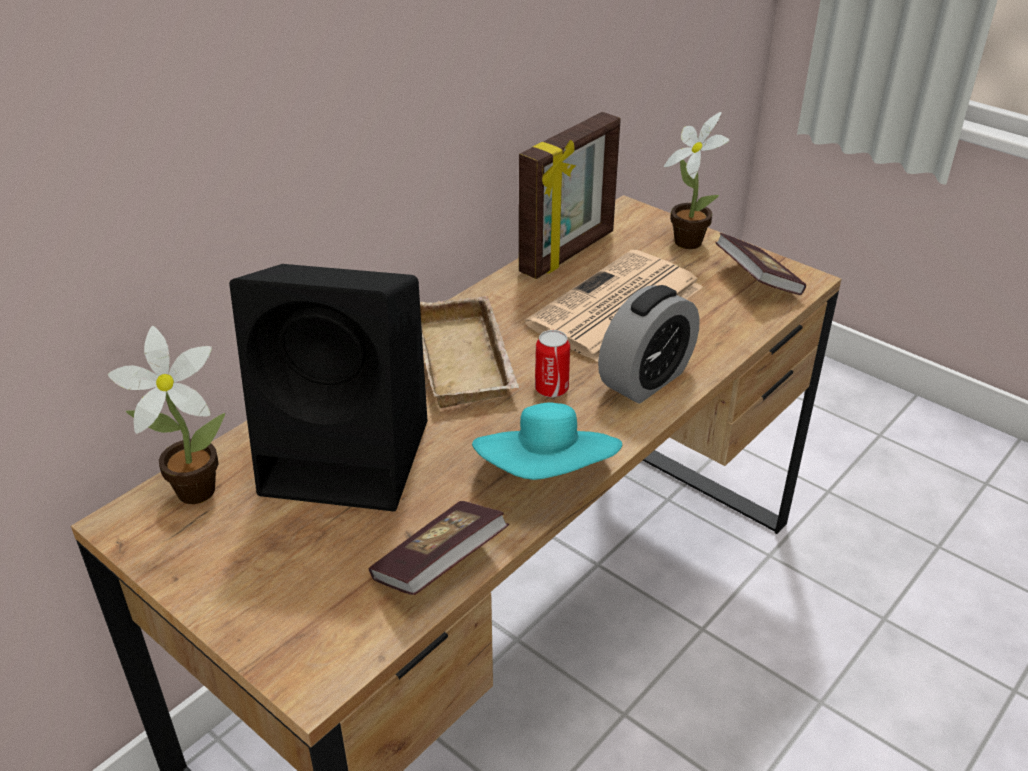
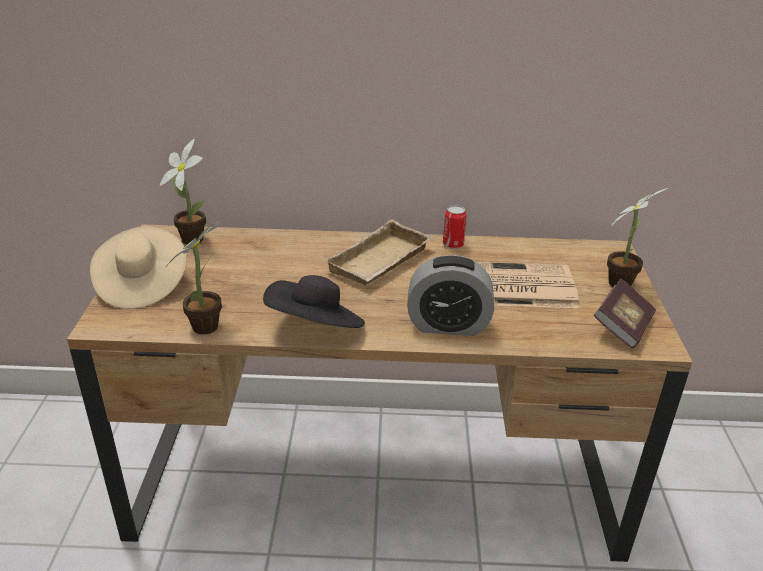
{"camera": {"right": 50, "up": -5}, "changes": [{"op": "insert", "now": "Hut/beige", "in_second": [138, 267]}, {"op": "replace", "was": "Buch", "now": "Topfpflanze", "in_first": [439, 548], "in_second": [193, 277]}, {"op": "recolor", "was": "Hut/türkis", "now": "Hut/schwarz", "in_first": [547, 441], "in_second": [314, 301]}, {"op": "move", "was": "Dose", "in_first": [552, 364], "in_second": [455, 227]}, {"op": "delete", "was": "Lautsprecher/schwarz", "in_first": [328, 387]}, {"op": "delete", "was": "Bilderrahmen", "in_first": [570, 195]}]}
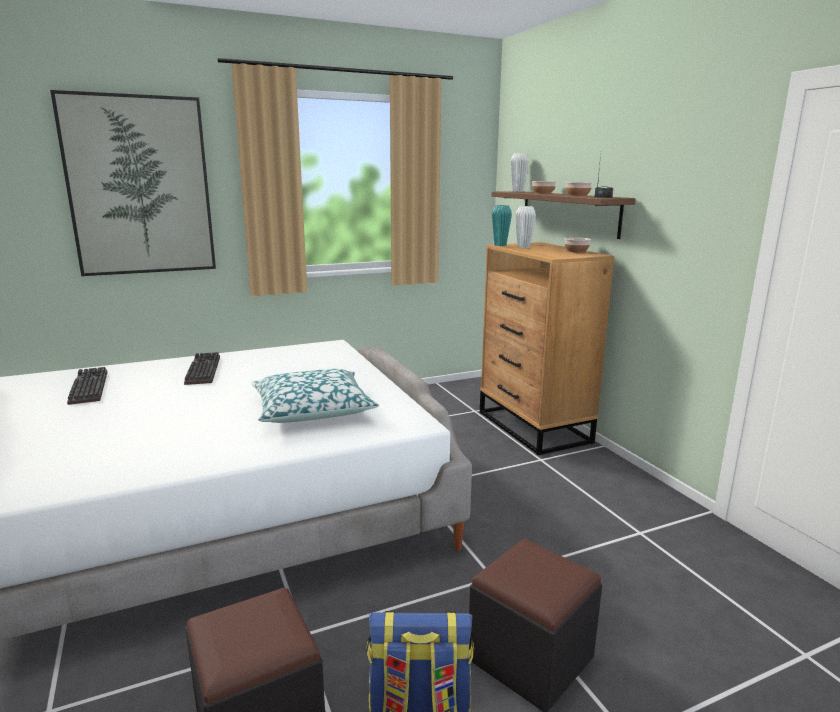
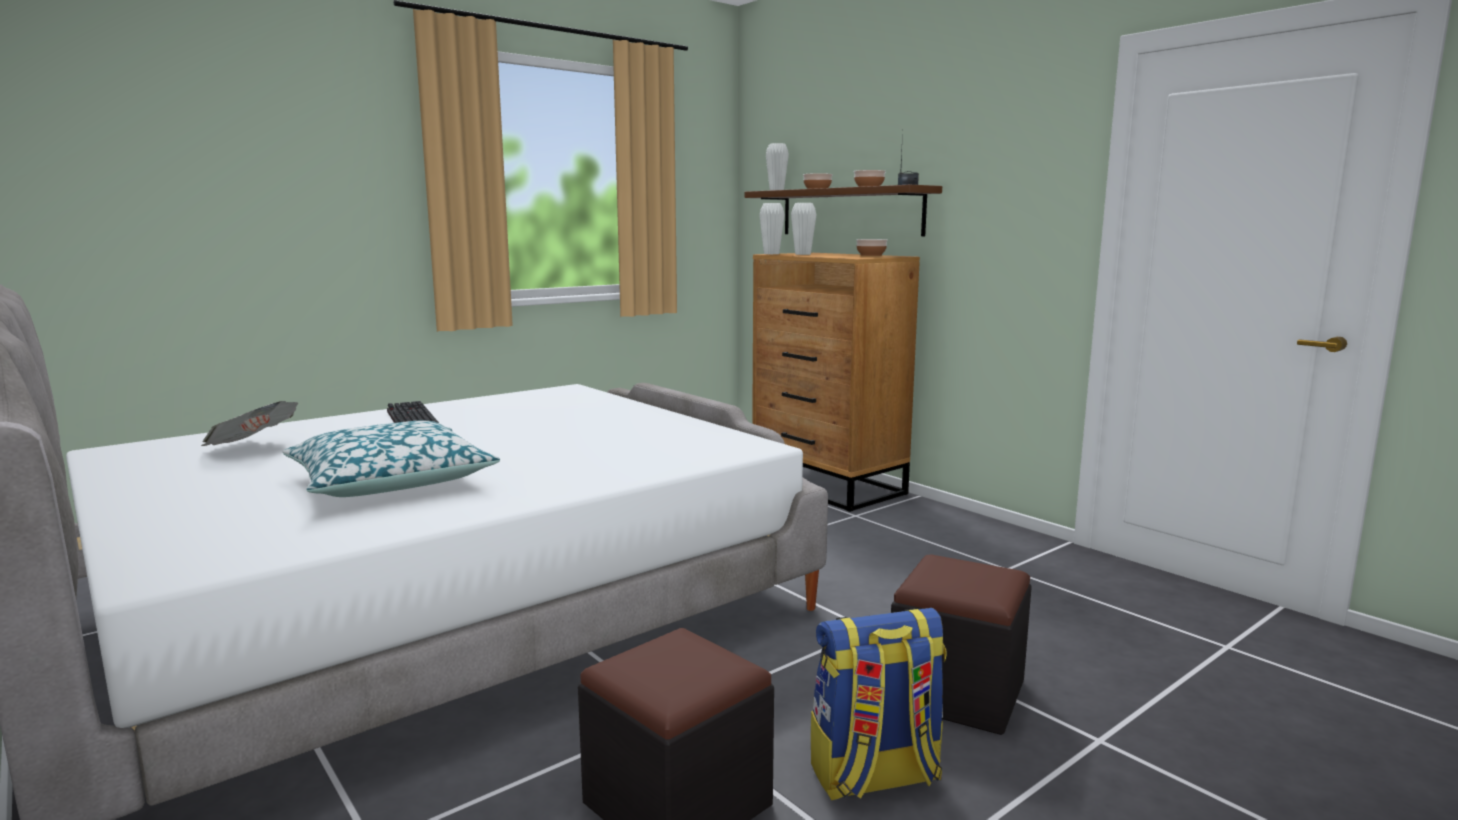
{"camera": {"right": -15, "up": -5}, "changes": [{"op": "replace", "was": "Tastatur", "now": "Zeitung", "in_first": [87, 386], "in_second": [249, 423]}, {"op": "move", "was": "Kissen", "in_first": [315, 396], "in_second": [391, 459]}, {"op": "recolor", "was": "Vase/türkis", "now": "Vase/weiß", "in_first": [502, 225], "in_second": [772, 228]}, {"op": "delete", "was": "Bild", "in_first": [133, 183]}]}
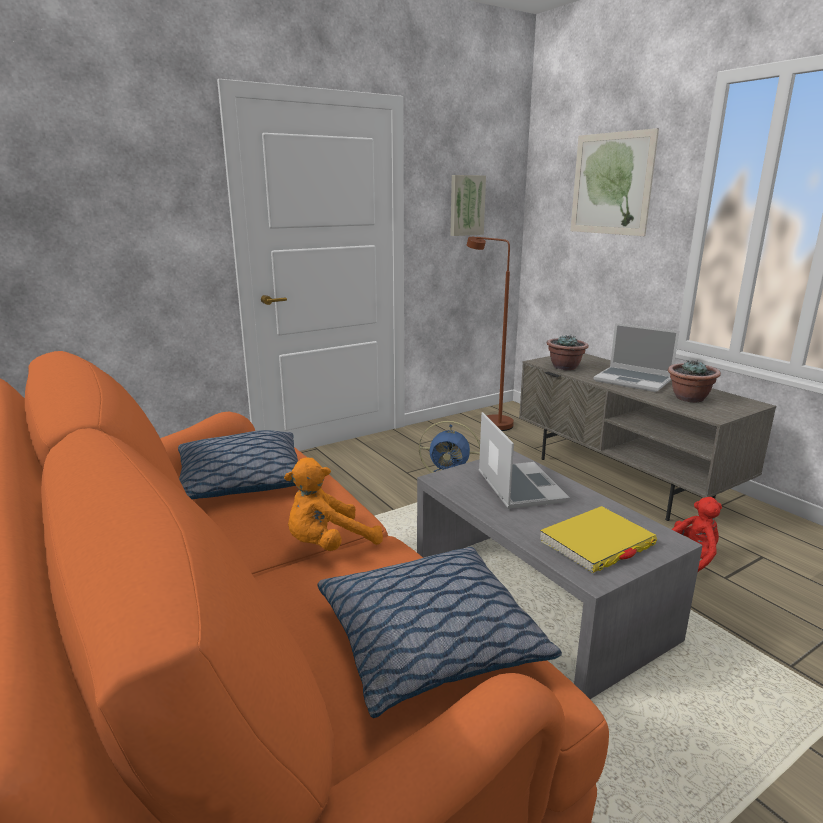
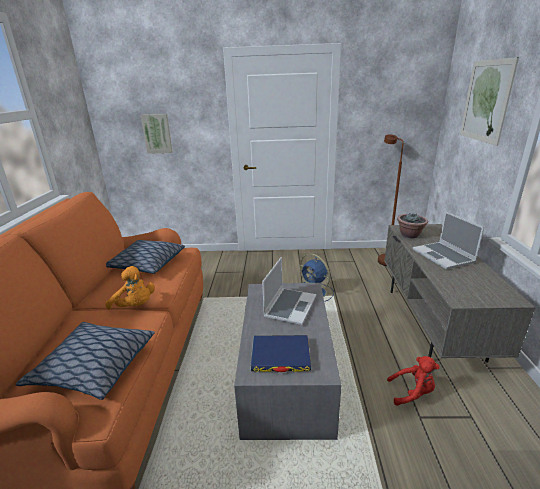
{"camera": {"right": 35, "up": 5}, "changes": [{"op": "rotate", "was": "Plüschtier/orange", "in_first": [333, 504], "in_second": [130, 287], "clockwise": -150}, {"op": "move", "was": "Bild", "in_first": [468, 205], "in_second": [157, 134]}, {"op": "recolor", "was": "Buch/gelb", "now": "Buch/blau", "in_first": [598, 539], "in_second": [281, 353]}, {"op": "delete", "was": "Topfpflanze", "in_first": [694, 381]}]}
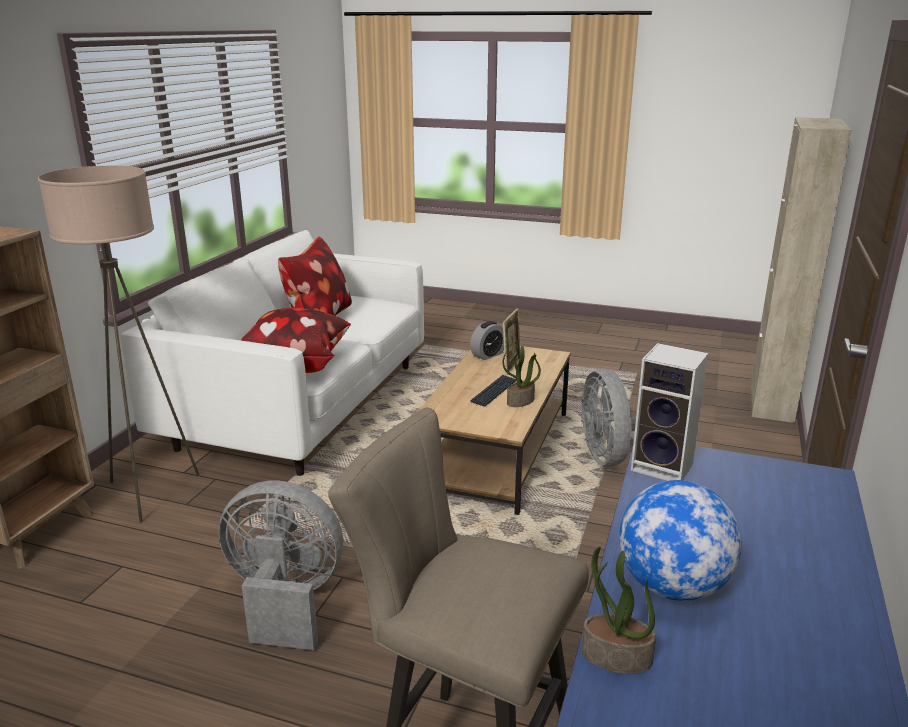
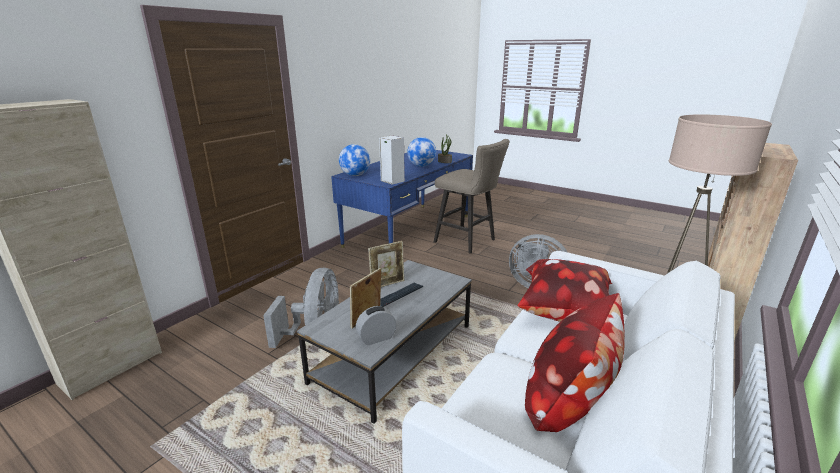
{"camera": {"right": -165, "up": 0}, "changes": [{"op": "recolor", "was": "Couchtisch/braun", "now": "Couchtisch/grau", "in_first": [494, 430], "in_second": [384, 342]}, {"op": "insert", "now": "Globus", "in_second": [354, 160]}, {"op": "replace", "was": "Topfpflanze", "now": "Bilderrahmen", "in_first": [521, 376], "in_second": [386, 264]}]}
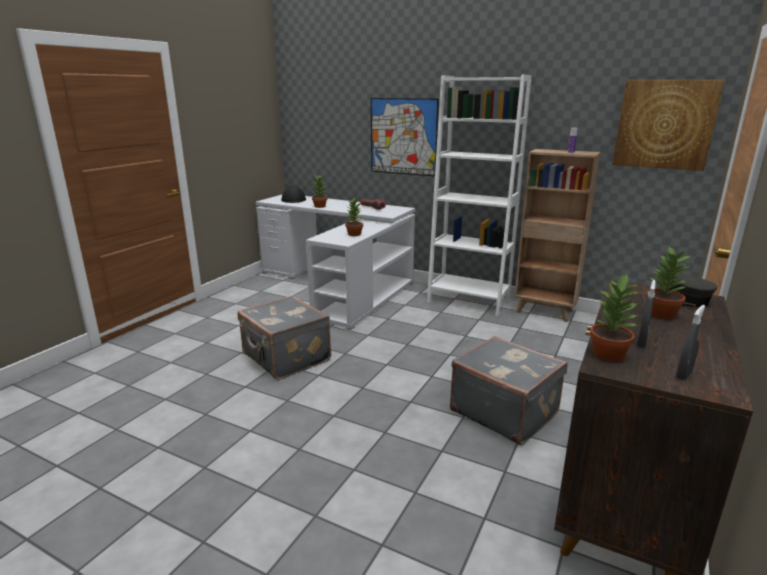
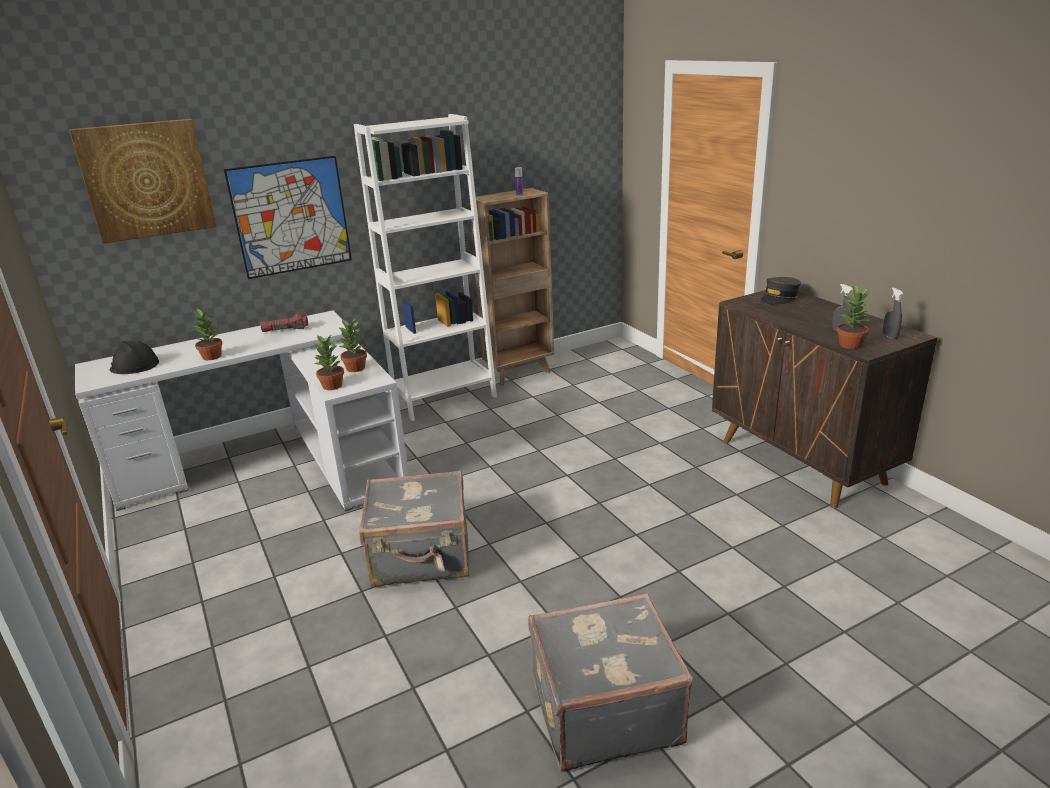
{"camera": {"right": -55, "up": 5}, "changes": [{"op": "move", "was": "Bild", "in_first": [668, 125], "in_second": [142, 181]}, {"op": "move", "was": "Topfpflanze", "in_first": [668, 282], "in_second": [328, 362]}, {"op": "move", "was": "Koffer/grau", "in_first": [509, 390], "in_second": [610, 682]}]}
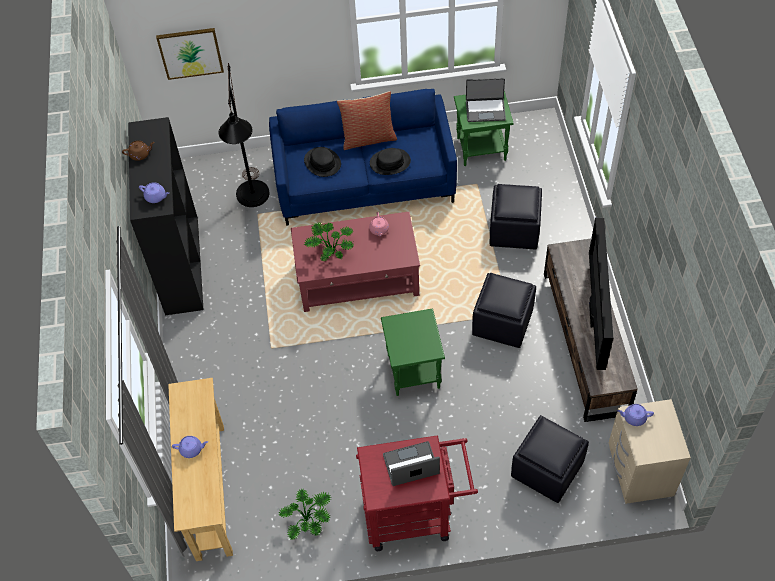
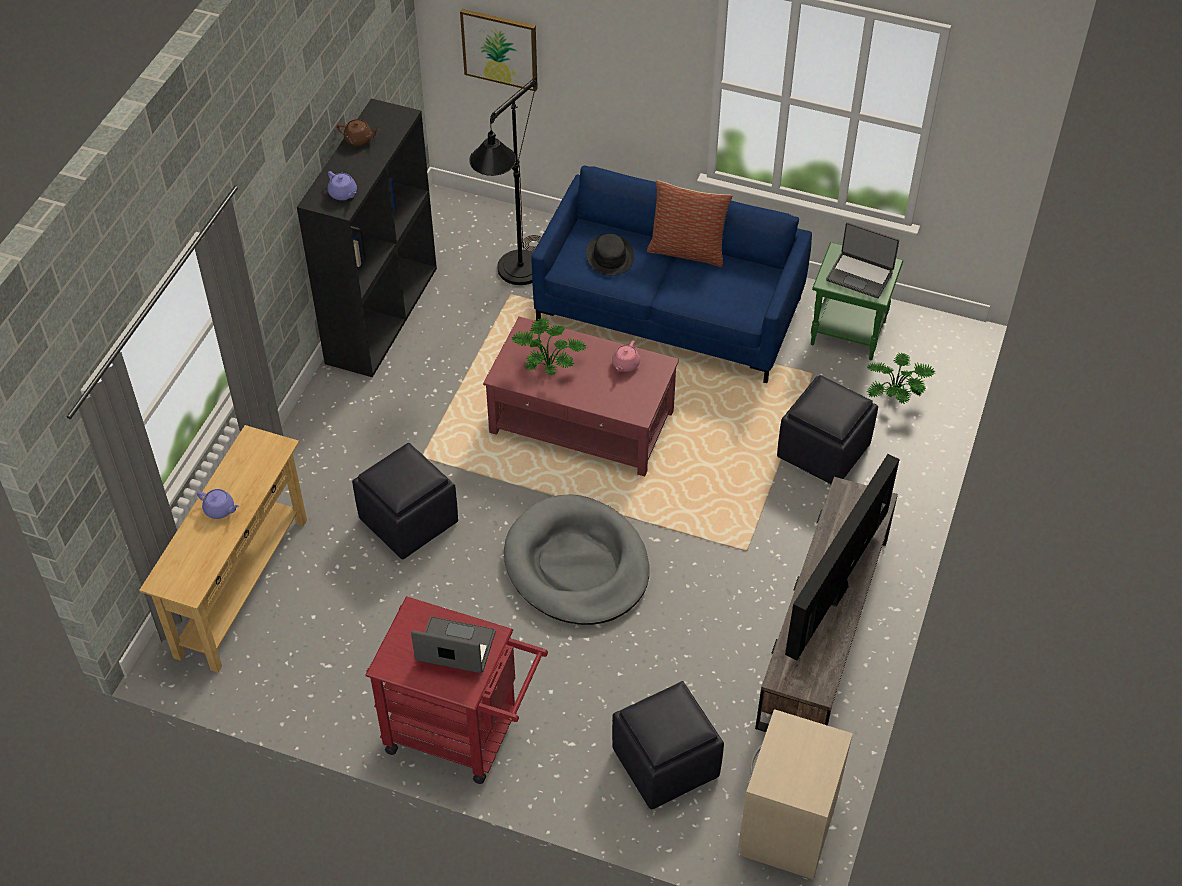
{"camera": {"right": 25, "up": -5}, "changes": [{"op": "move", "was": "Polsterhocker/schwarz", "in_first": [504, 310], "in_second": [405, 501]}, {"op": "replace", "was": "Beistelltisch/grün", "now": "Hundebett/grau", "in_first": [413, 352], "in_second": [576, 559]}, {"op": "move", "was": "Topfpflanze", "in_first": [305, 514], "in_second": [901, 378]}, {"op": "delete", "was": "Hut/schwarz", "in_first": [390, 161]}, {"op": "delete", "was": "Teekanne/lila", "in_first": [635, 415]}]}
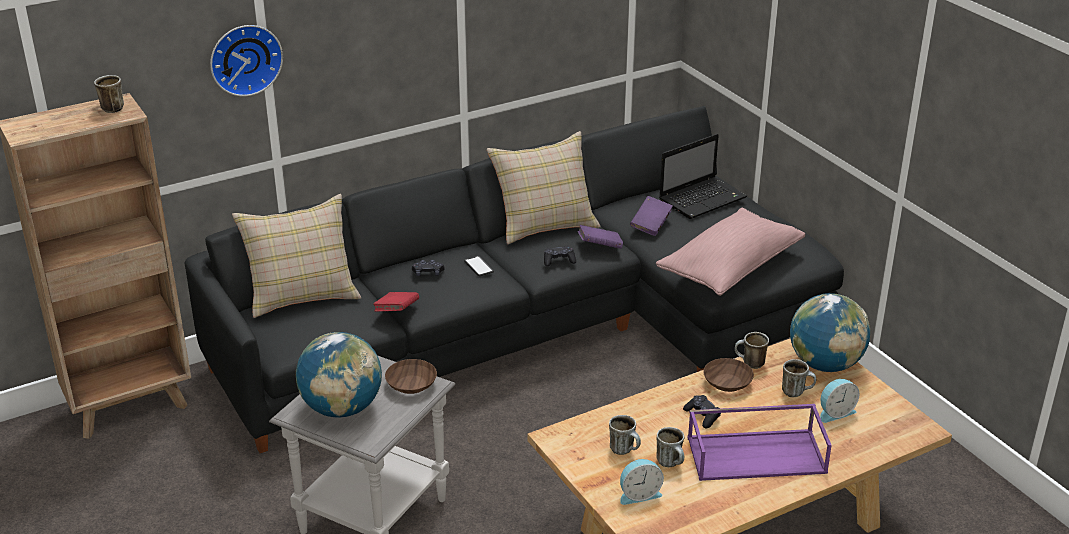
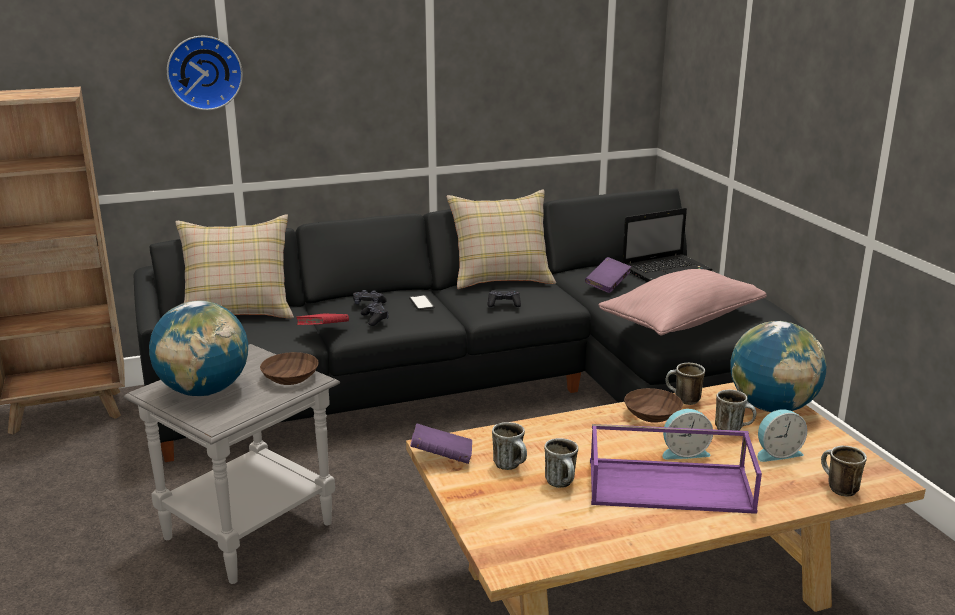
{"camera": {"right": 10, "up": -10}, "changes": [{"op": "move", "was": "Gamepad/schwarz", "in_first": [702, 412], "in_second": [375, 314]}, {"op": "move", "was": "Buch/lila", "in_first": [600, 237], "in_second": [441, 443]}, {"op": "move", "was": "Wecker", "in_first": [642, 482], "in_second": [687, 434]}, {"op": "move", "was": "Henkelbecher", "in_first": [109, 94], "in_second": [844, 471]}]}
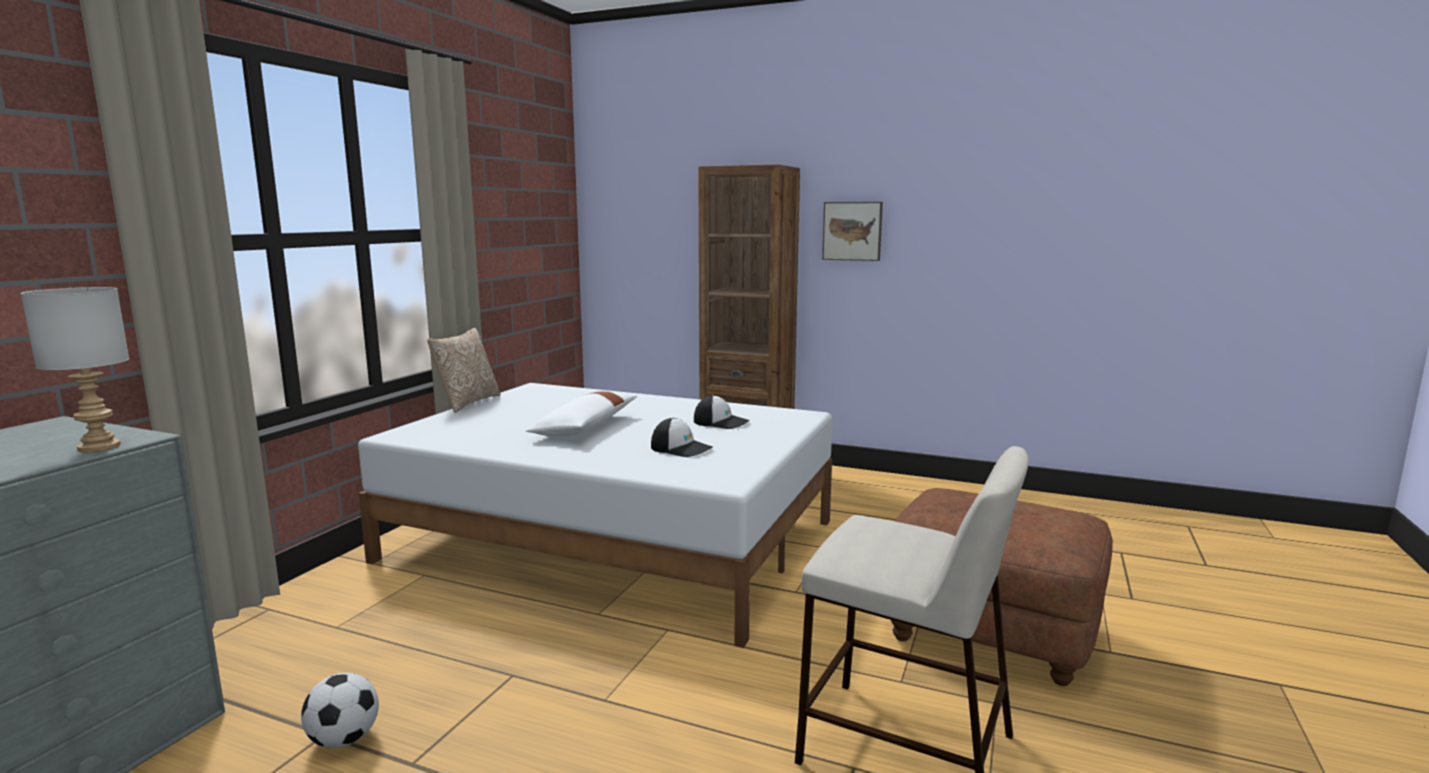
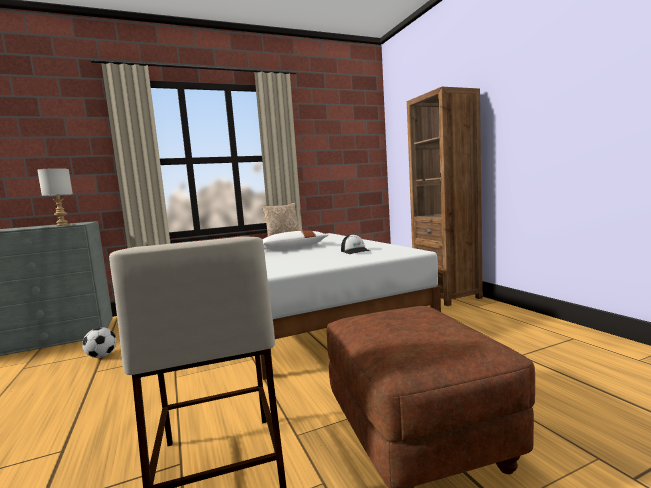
{"camera": {"right": 45, "up": -5}, "changes": [{"op": "delete", "was": "Kappe", "in_first": [682, 437]}, {"op": "delete", "was": "Bild", "in_first": [852, 231]}]}
